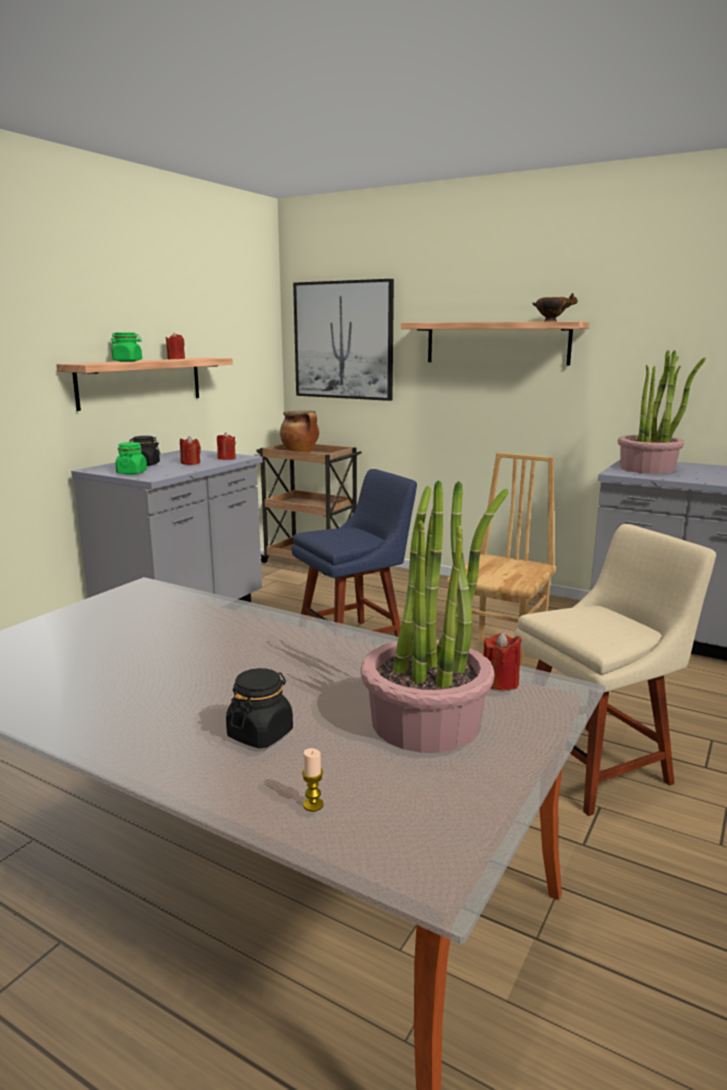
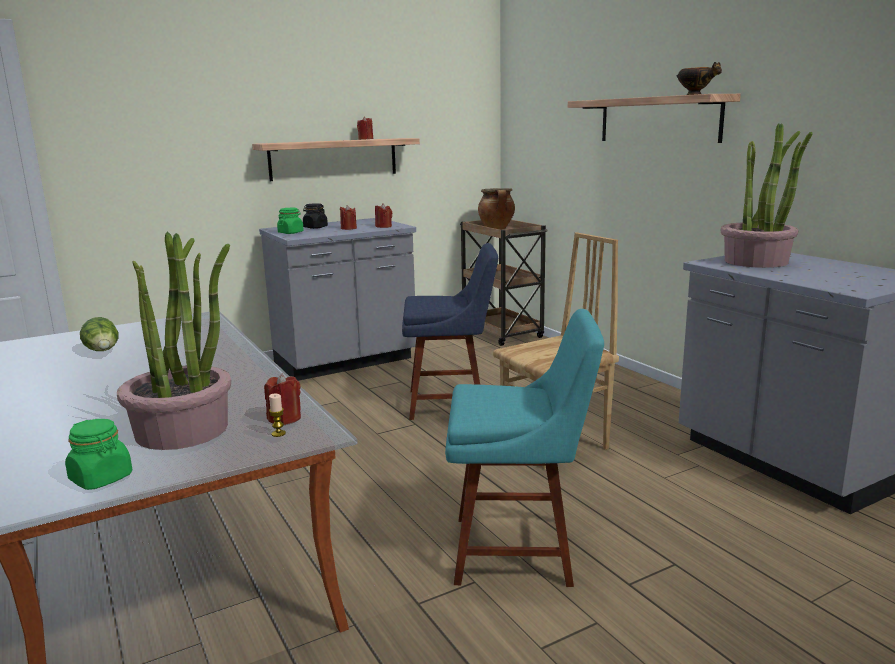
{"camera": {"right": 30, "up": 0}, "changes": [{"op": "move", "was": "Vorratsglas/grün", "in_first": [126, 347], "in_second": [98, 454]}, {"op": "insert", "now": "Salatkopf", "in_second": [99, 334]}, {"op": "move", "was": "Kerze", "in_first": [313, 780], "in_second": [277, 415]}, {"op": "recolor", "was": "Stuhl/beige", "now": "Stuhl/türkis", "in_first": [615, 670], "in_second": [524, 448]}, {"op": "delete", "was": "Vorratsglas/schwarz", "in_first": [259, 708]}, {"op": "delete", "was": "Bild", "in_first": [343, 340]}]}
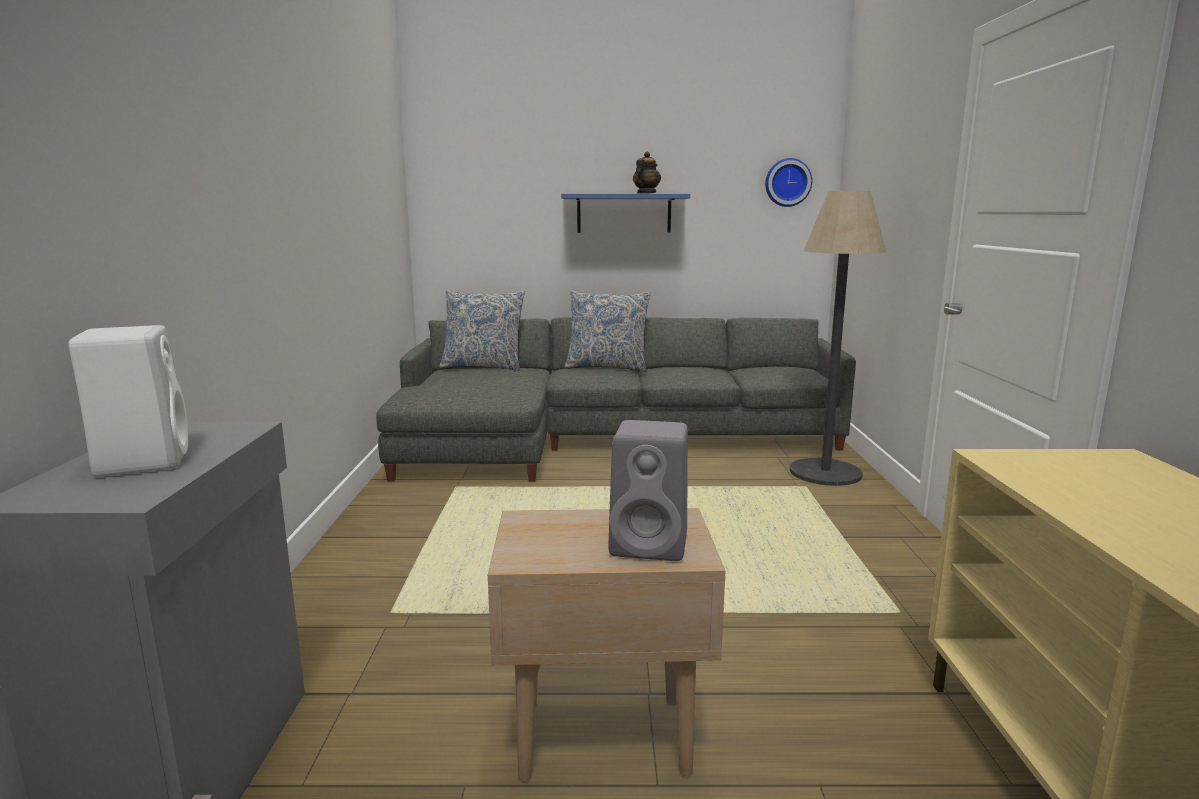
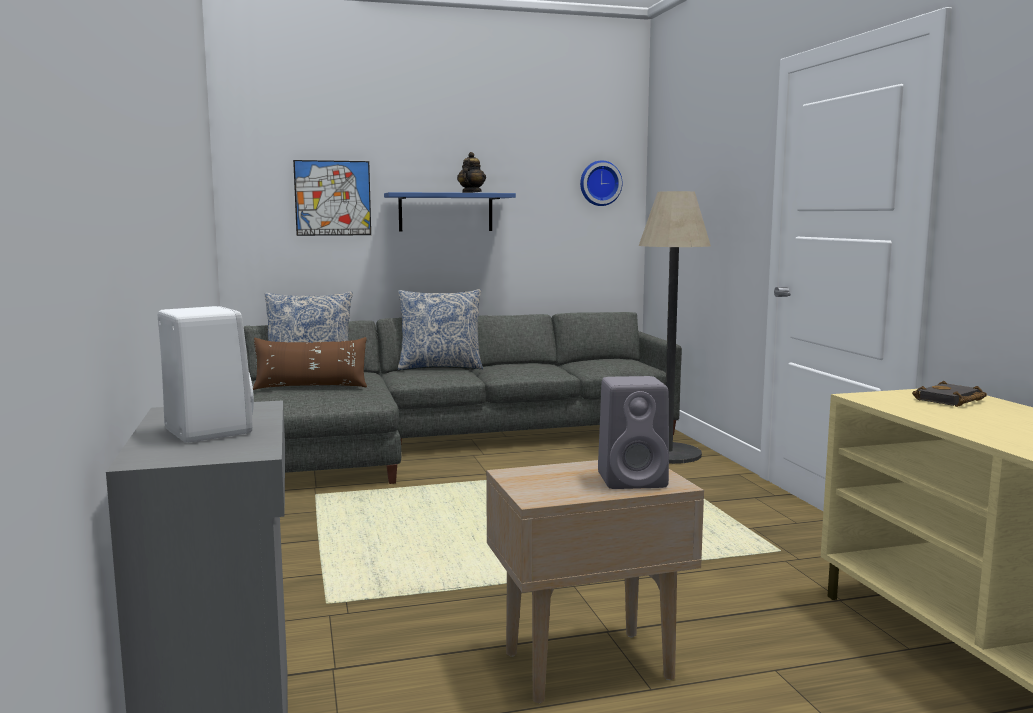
{"camera": {"right": -15, "up": -5}, "changes": [{"op": "insert", "now": "Kissen/braun", "in_second": [310, 363]}, {"op": "insert", "now": "Bild", "in_second": [332, 198]}, {"op": "insert", "now": "Buch/schwarz", "in_second": [949, 394]}]}
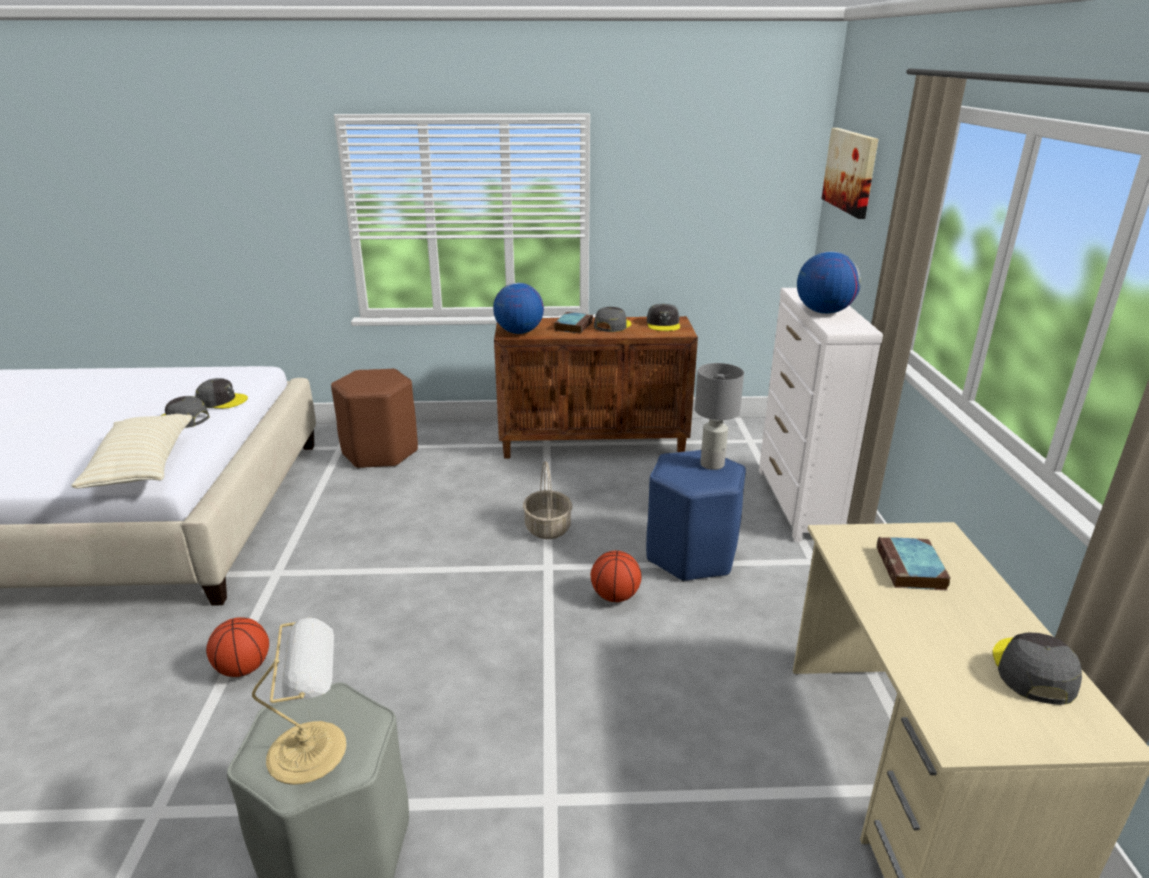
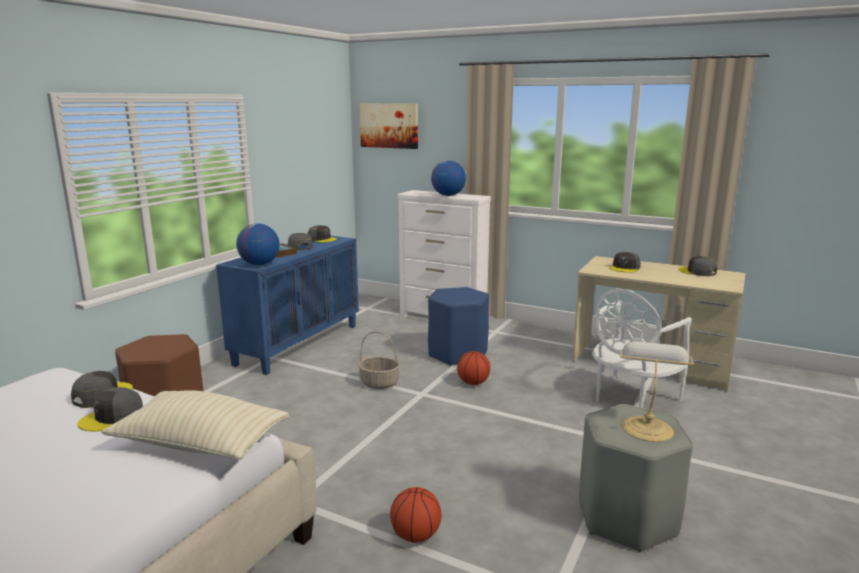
{"camera": {"right": -60, "up": -10}, "changes": [{"op": "recolor", "was": "Schrank/braun", "now": "Schrank/blau", "in_first": [596, 387], "in_second": [287, 305]}, {"op": "insert", "now": "Stuhl/weiß", "in_second": [642, 348]}, {"op": "replace", "was": "Buch", "now": "Kappe/grau", "in_first": [914, 563], "in_second": [625, 262]}, {"op": "delete", "was": "Tischlampe/grau", "in_first": [719, 416]}]}
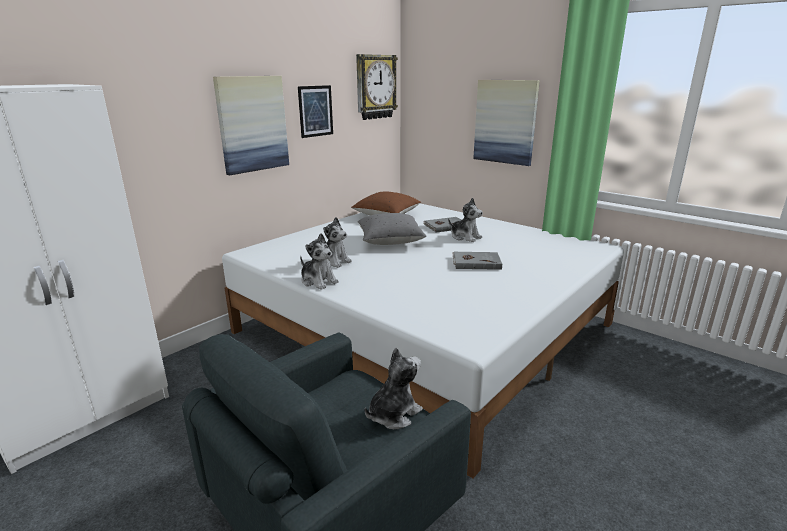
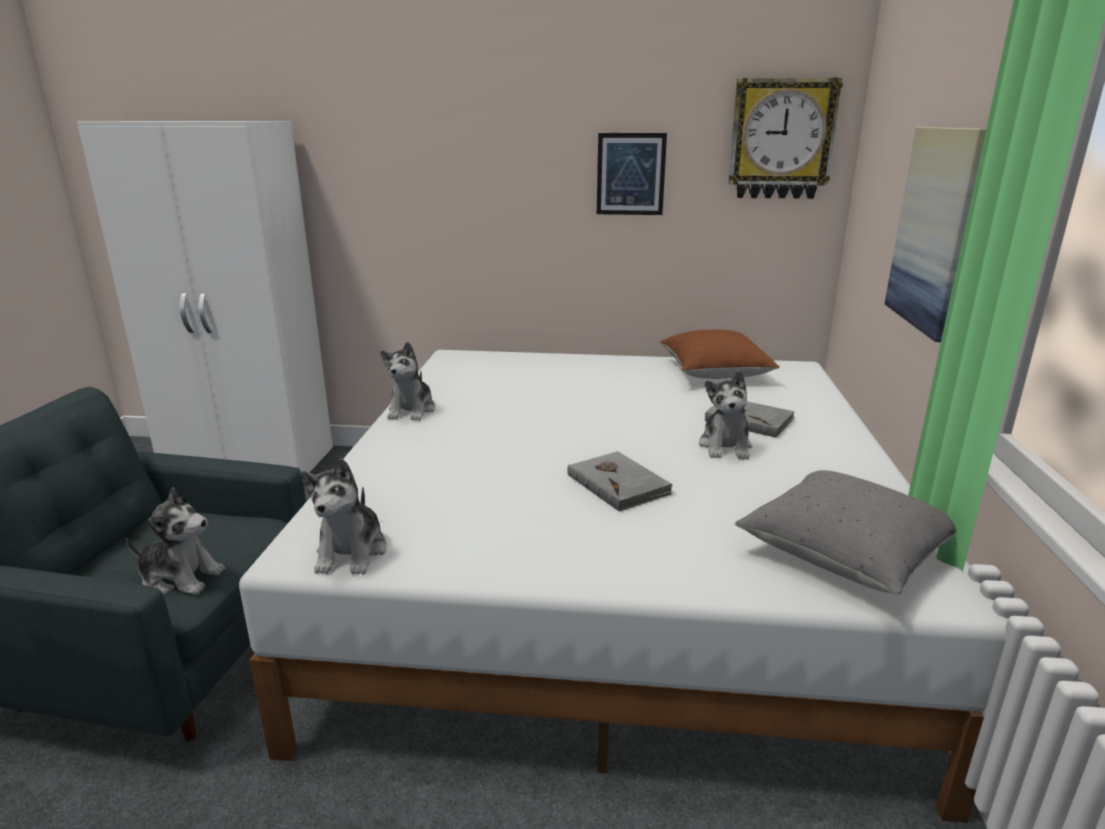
{"camera": {"right": 55, "up": 0}, "changes": [{"op": "move", "was": "Plüschtier", "in_first": [337, 242], "in_second": [343, 516]}, {"op": "move", "was": "Kissen/grau", "in_first": [392, 229], "in_second": [845, 532]}, {"op": "delete", "was": "Bild", "in_first": [251, 125]}]}
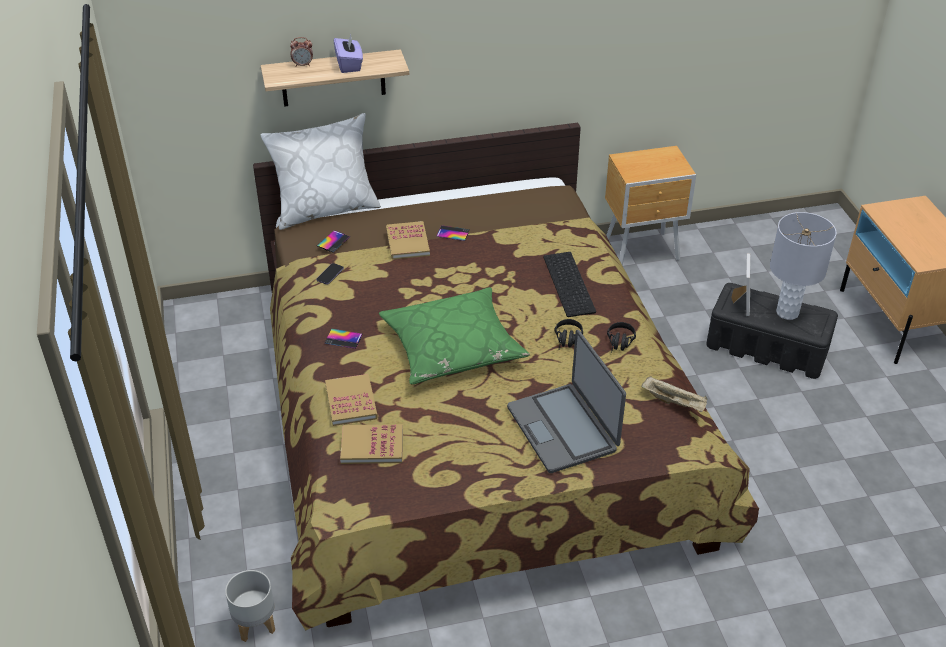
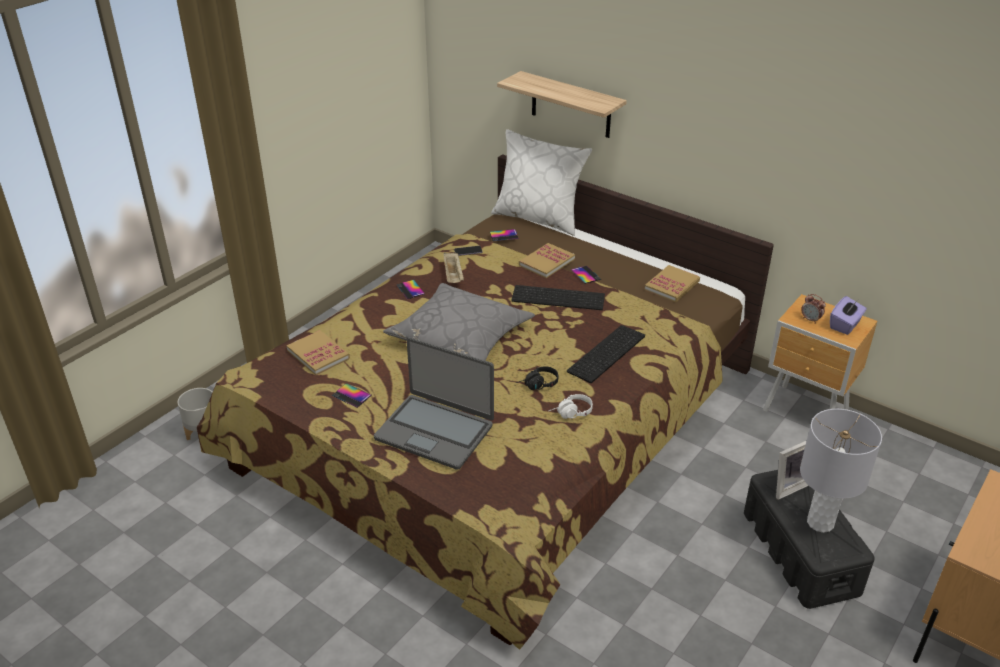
{"camera": {"right": 50, "up": -5}, "changes": [{"op": "insert", "now": "Handy", "in_second": [352, 395]}, {"op": "rotate", "was": "Laptop", "in_first": [566, 401], "in_second": [434, 403], "clockwise": -90}, {"op": "recolor", "was": "Kissen/grün", "now": "Kissen/grau", "in_first": [454, 335], "in_second": [459, 322]}, {"op": "move", "was": "Tablett/beige", "in_first": [674, 394], "in_second": [454, 267]}, {"op": "insert", "now": "Tastatur", "in_second": [558, 297]}, {"op": "recolor", "was": "Kopfhörer/schwarz", "now": "Kopfhörer/weiß", "in_first": [621, 337], "in_second": [571, 406]}, {"op": "move", "was": "Buch", "in_first": [351, 400], "in_second": [672, 283]}, {"op": "move", "was": "Wecker", "in_first": [301, 52], "in_second": [813, 309]}, {"op": "move", "was": "Taschentuchbox/lila", "in_first": [348, 53], "in_second": [848, 315]}]}
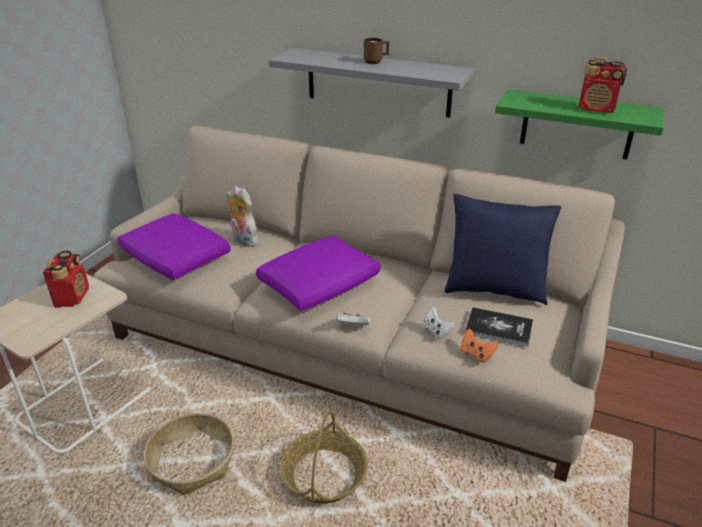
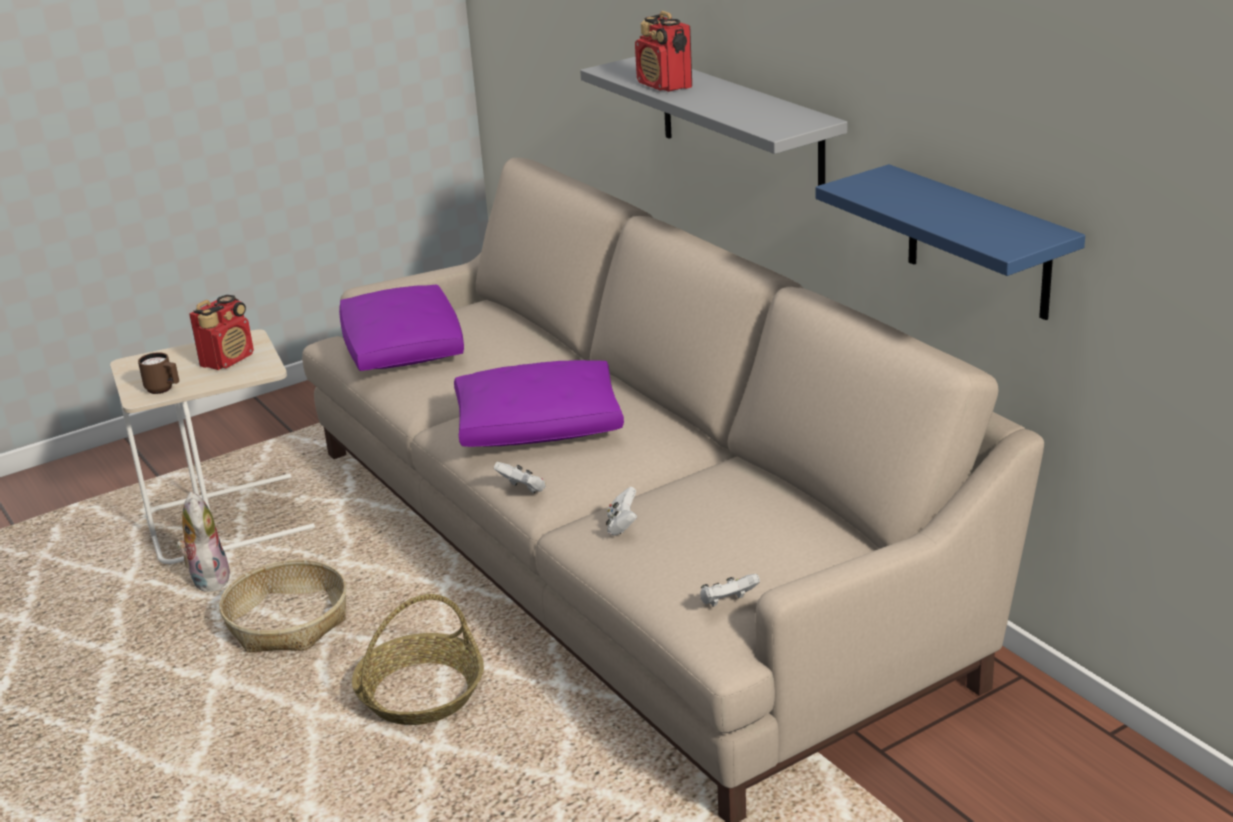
{"camera": {"right": 35, "up": -5}, "changes": [{"op": "move", "was": "Henkelbecher/braun", "in_first": [376, 51], "in_second": [158, 373]}, {"op": "move", "was": "Plüschtier", "in_first": [242, 216], "in_second": [203, 542]}, {"op": "move", "was": "Radio", "in_first": [602, 85], "in_second": [663, 51]}, {"op": "insert", "now": "Gamepad/weiß", "in_second": [730, 590]}, {"op": "recolor", "was": "Wandregal/grün", "now": "Wandregal/blau", "in_first": [579, 124], "in_second": [950, 242]}, {"op": "delete", "was": "Kissen/blau", "in_first": [503, 249]}, {"op": "delete", "was": "Gamepad/orange", "in_first": [479, 346]}, {"op": "delete", "was": "Buch", "in_first": [499, 327]}]}
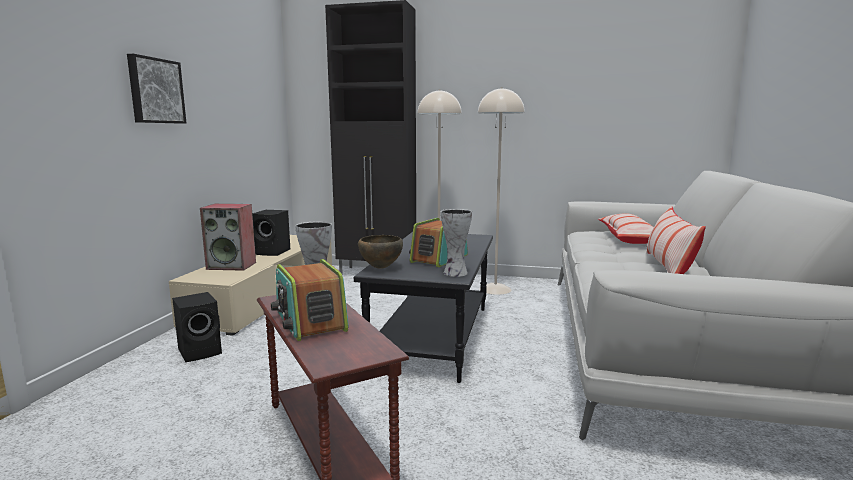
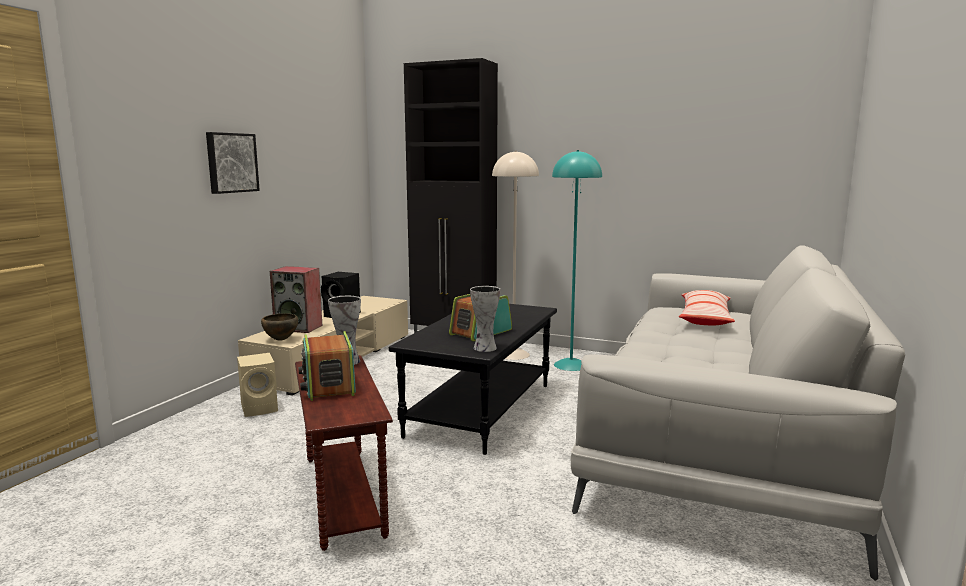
{"camera": {"right": 10, "up": 0}, "changes": [{"op": "recolor", "was": "Lautsprecher/schwarz", "now": "Lautsprecher/beige", "in_first": [197, 327], "in_second": [257, 385]}, {"op": "move", "was": "Schüssel/braun", "in_first": [380, 252], "in_second": [279, 327]}, {"op": "recolor", "was": "Stehlampe/beige", "now": "Stehlampe/türkis", "in_first": [501, 191], "in_second": [577, 260]}, {"op": "delete", "was": "Kissen", "in_first": [676, 240]}]}
